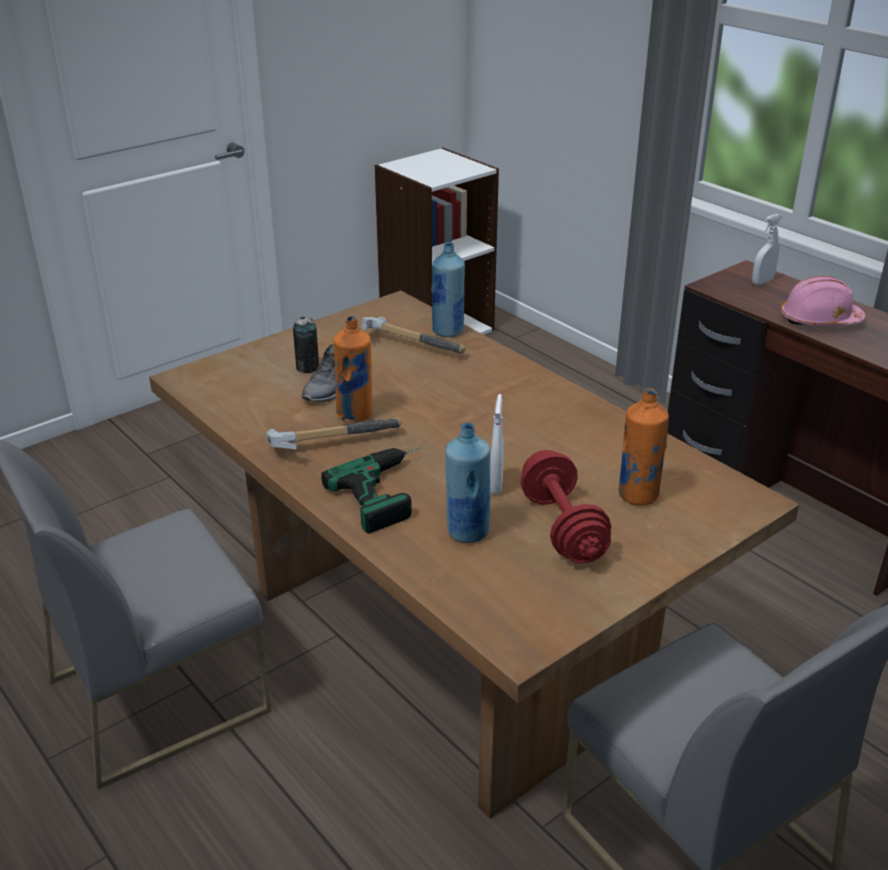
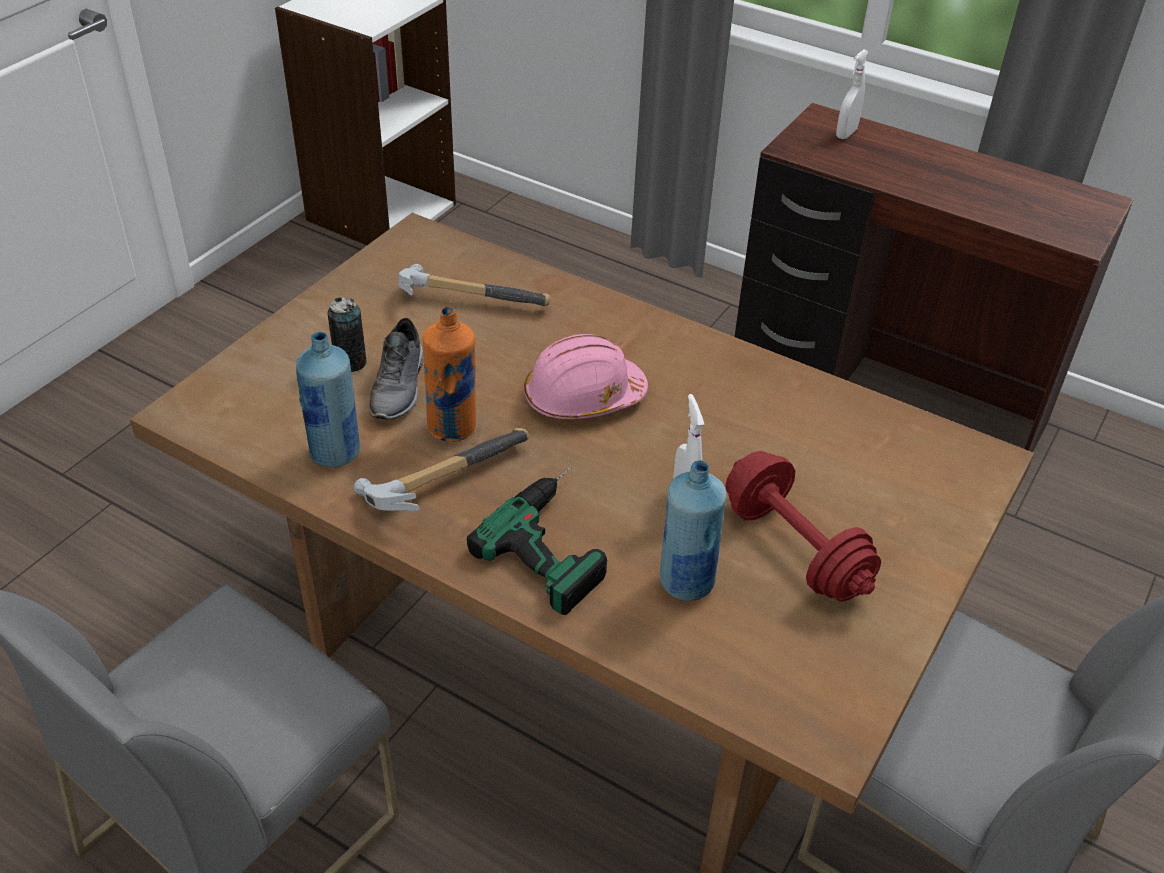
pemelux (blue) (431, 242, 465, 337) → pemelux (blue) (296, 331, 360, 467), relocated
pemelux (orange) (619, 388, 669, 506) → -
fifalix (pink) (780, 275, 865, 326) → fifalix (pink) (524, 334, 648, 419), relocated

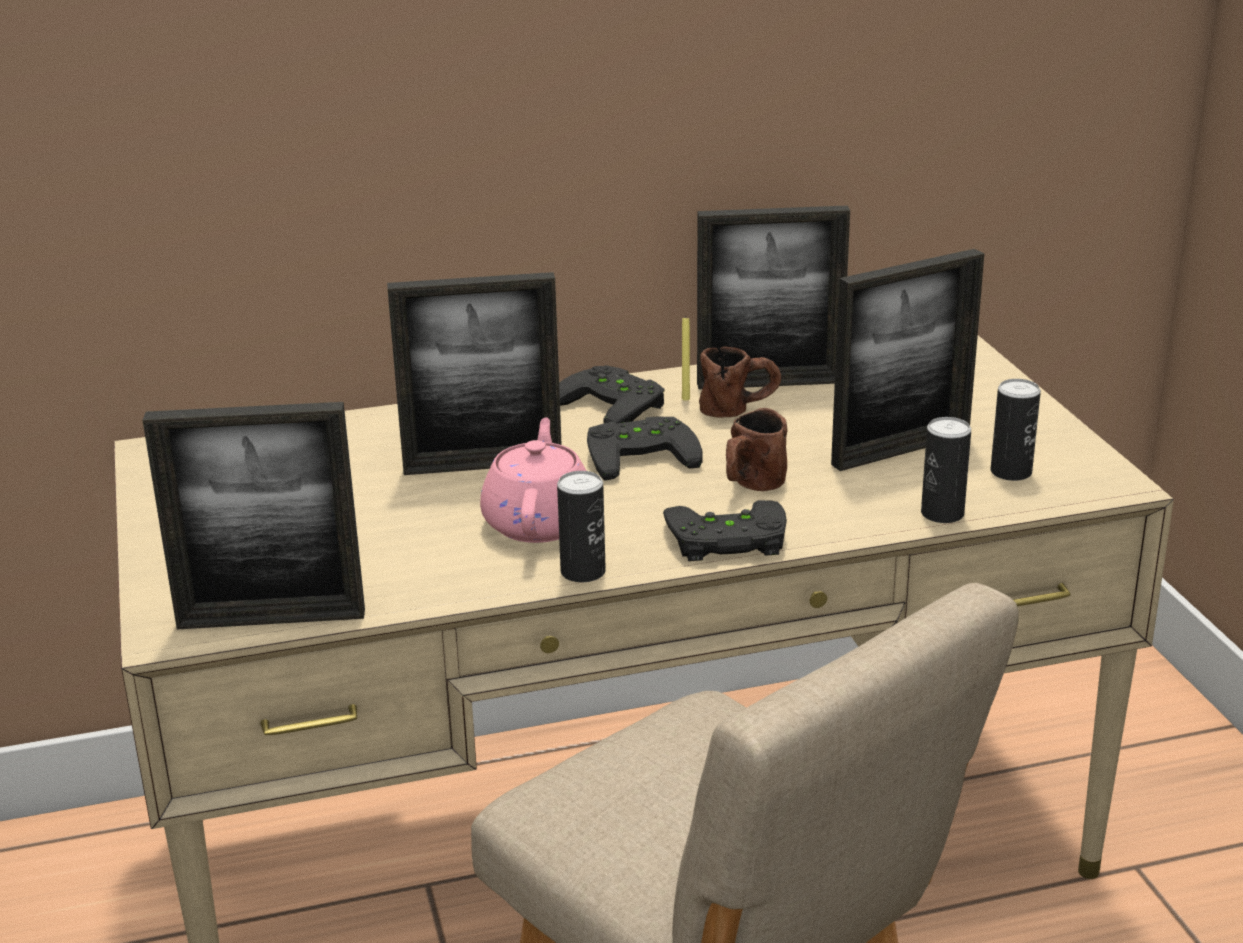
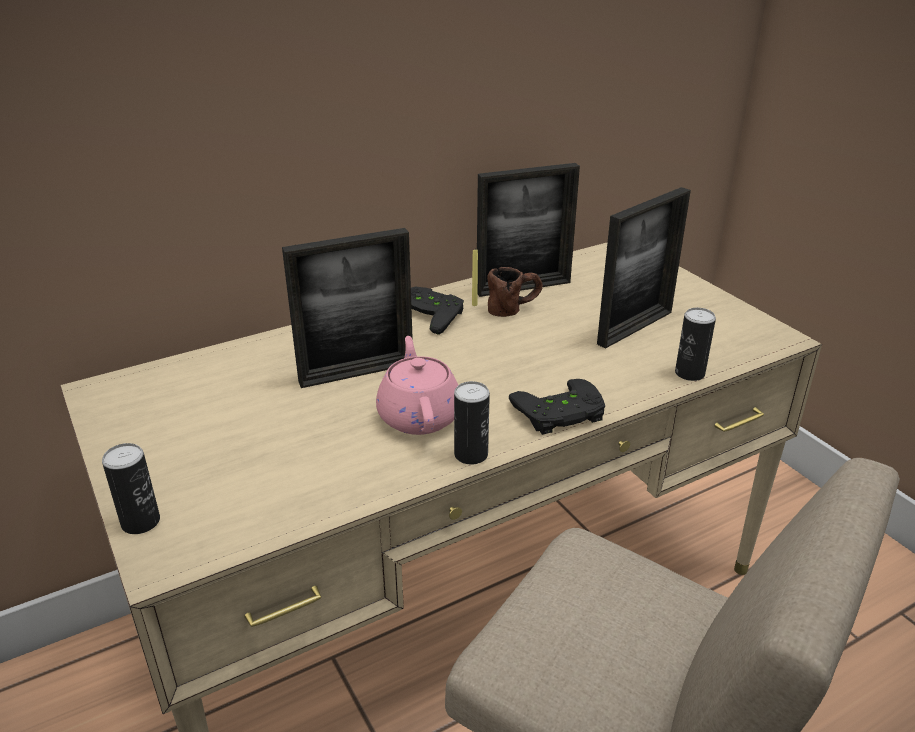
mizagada (143, 402, 365, 629) → -
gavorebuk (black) (587, 417, 702, 481) → -
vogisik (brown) (726, 408, 788, 491) → -
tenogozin (991, 379, 1041, 481) → tenogozin (102, 443, 160, 534), relocated

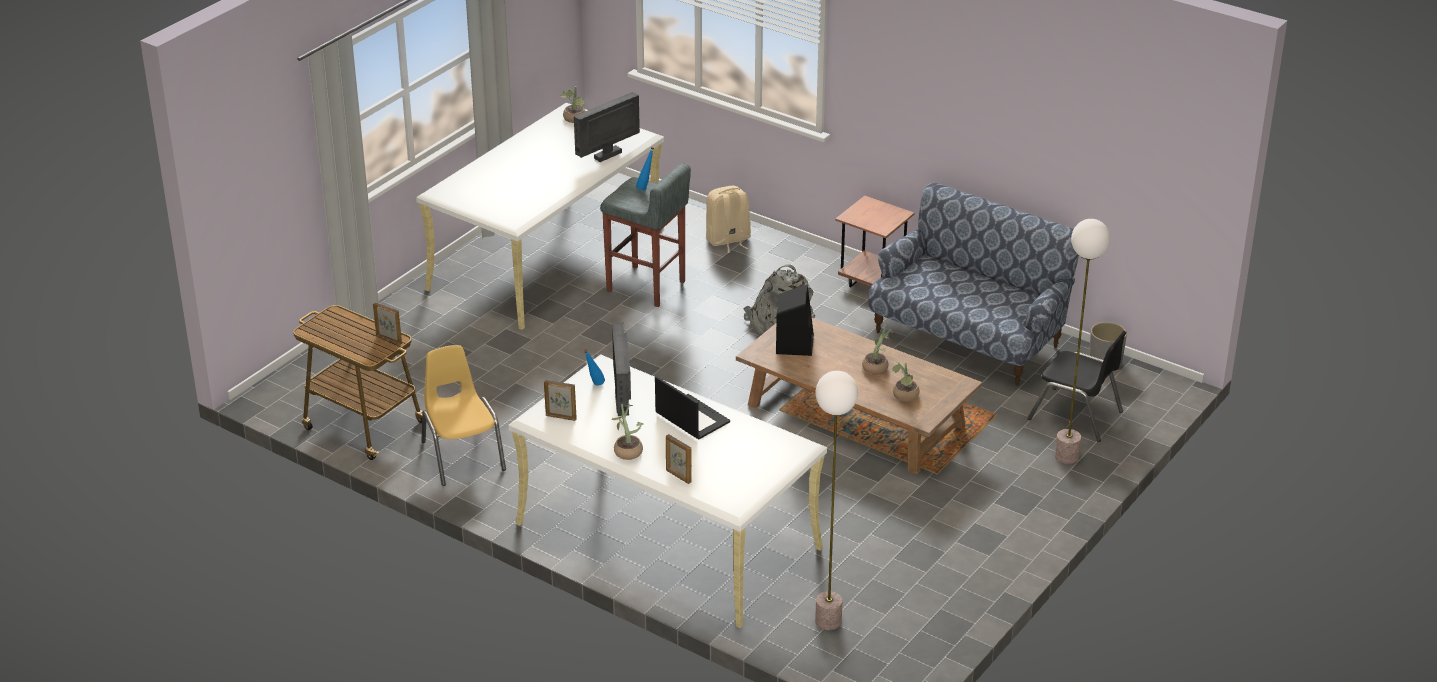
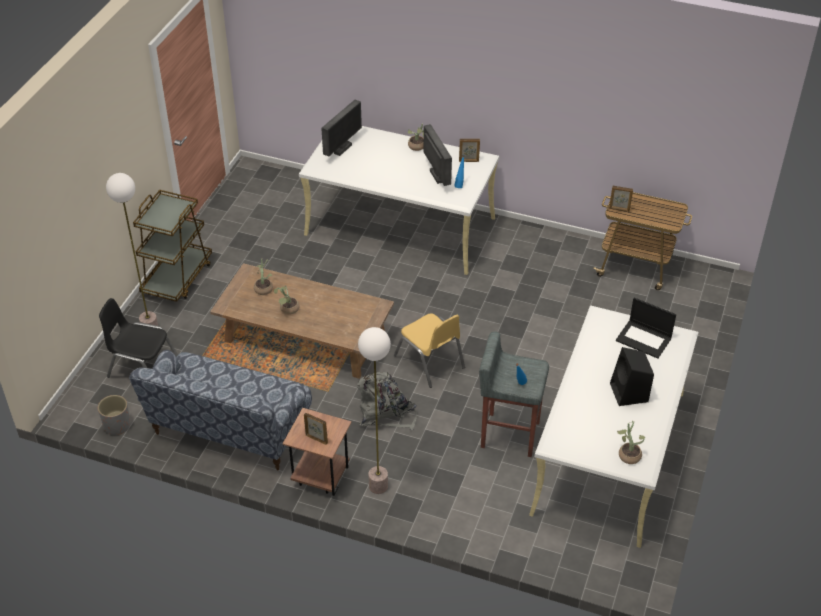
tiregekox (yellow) (421, 345, 506, 486) → tiregekox (yellow) (394, 313, 465, 388), relocated
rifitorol (574, 92, 640, 162) → rifitorol (321, 100, 362, 157), relocated
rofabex (655, 376, 730, 439) → rofabex (616, 298, 676, 358), relocated
mizagada (666, 434, 692, 484) → mizagada (304, 413, 328, 445), relocated
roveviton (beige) (706, 186, 751, 253) → -
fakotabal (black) (776, 284, 814, 356) → fakotabal (black) (610, 347, 654, 406), relocated
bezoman (815, 371, 858, 630) → bezoman (358, 327, 391, 494), relocated
- → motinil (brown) (133, 190, 212, 302)

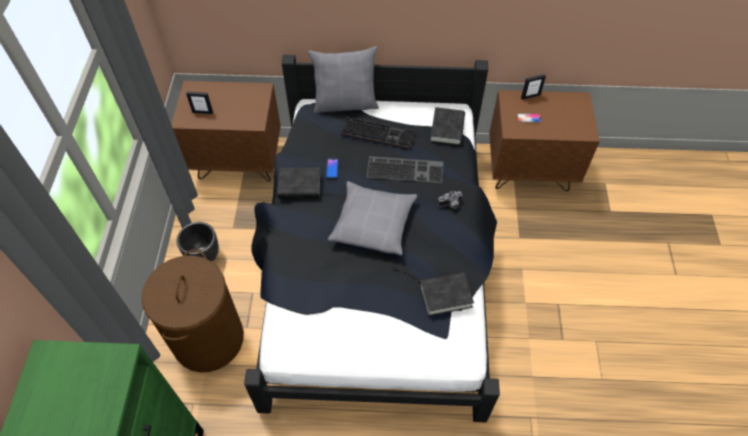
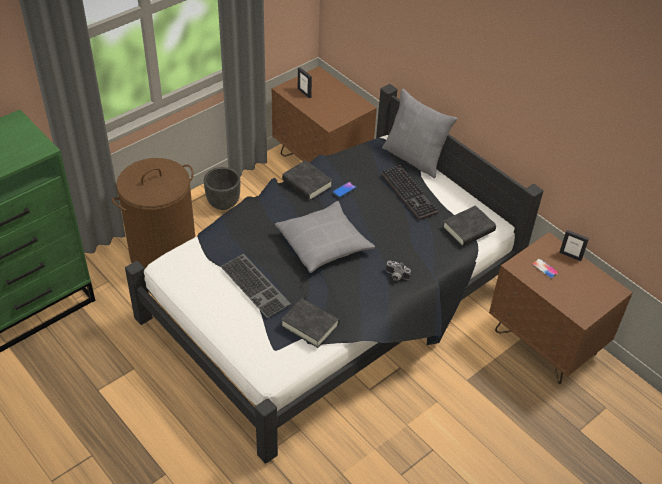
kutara (367, 156, 444, 183) → kutara (220, 254, 291, 318), relocated

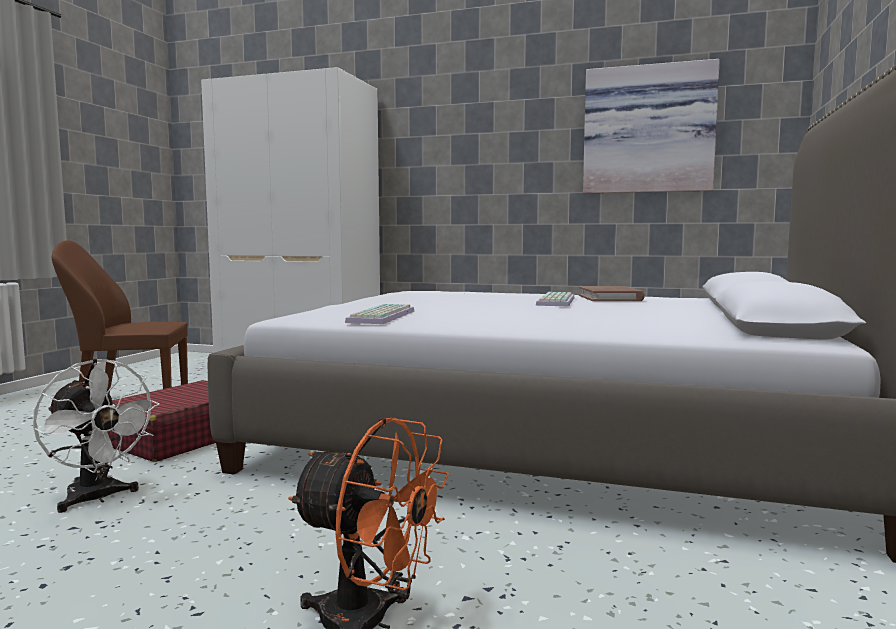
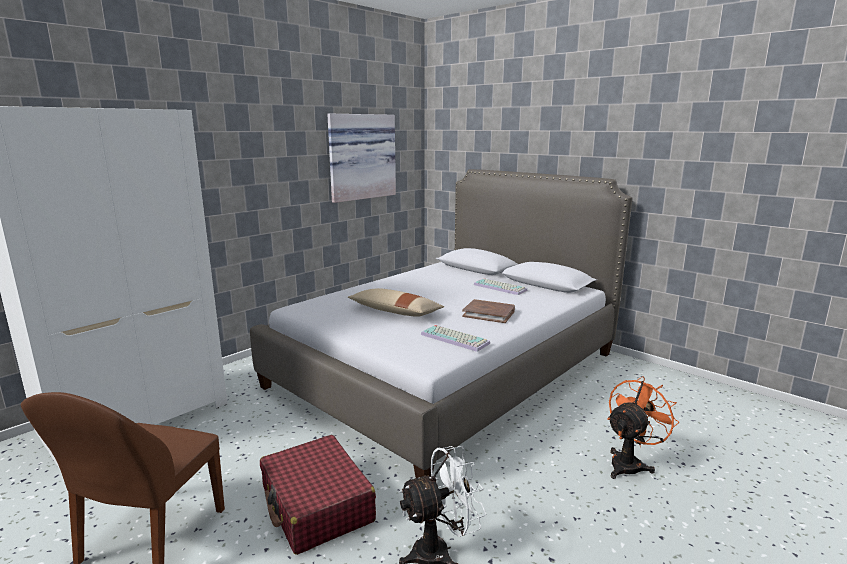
kutara (536, 292, 575, 306) → kutara (474, 278, 527, 295), relocated
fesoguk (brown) (579, 286, 645, 301) → fesoguk (brown) (462, 299, 515, 323), relocated
- → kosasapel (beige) (348, 288, 444, 317)

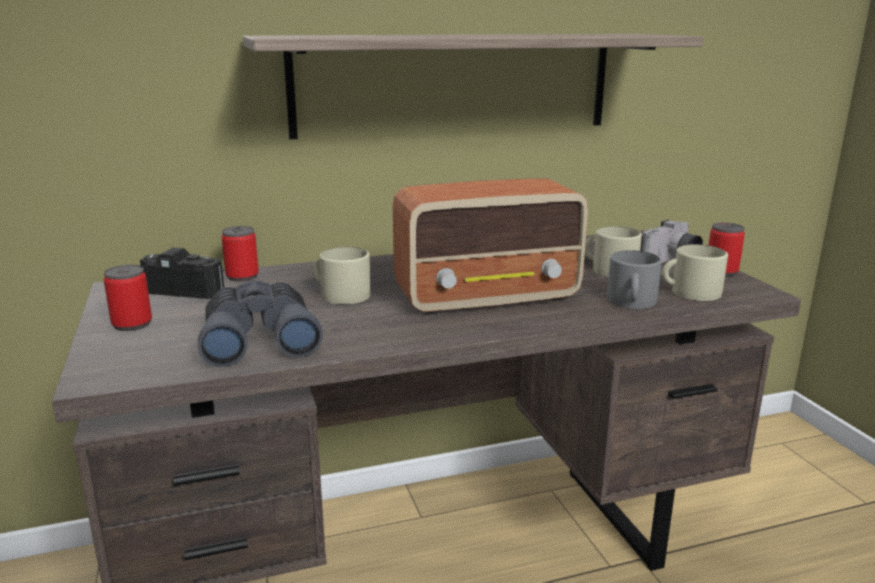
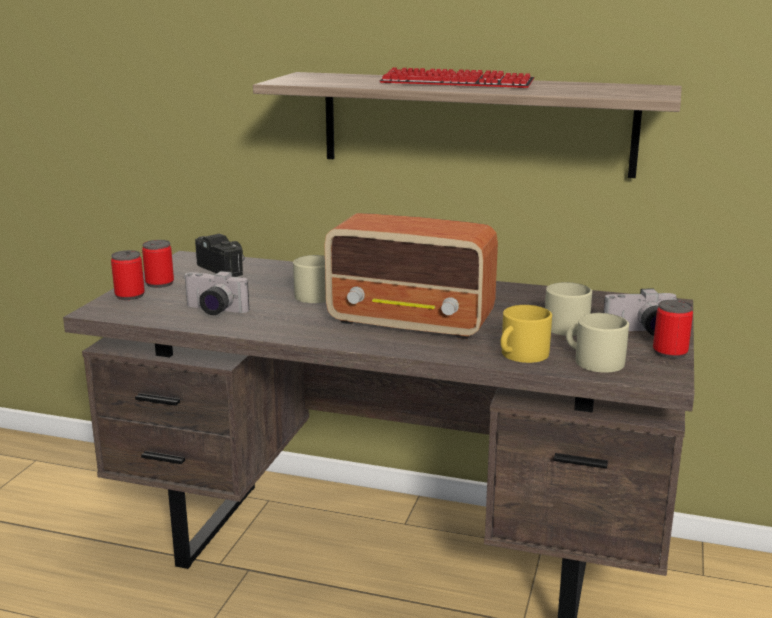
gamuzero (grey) (198, 281, 323, 367) → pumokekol (183, 271, 249, 315)
tenogozin (222, 226, 259, 281) → tenogozin (111, 250, 145, 300), relocated
vogisik (grey) (607, 250, 662, 309) → vogisik (yellow) (500, 305, 552, 363)
- → kutara (379, 67, 534, 88)

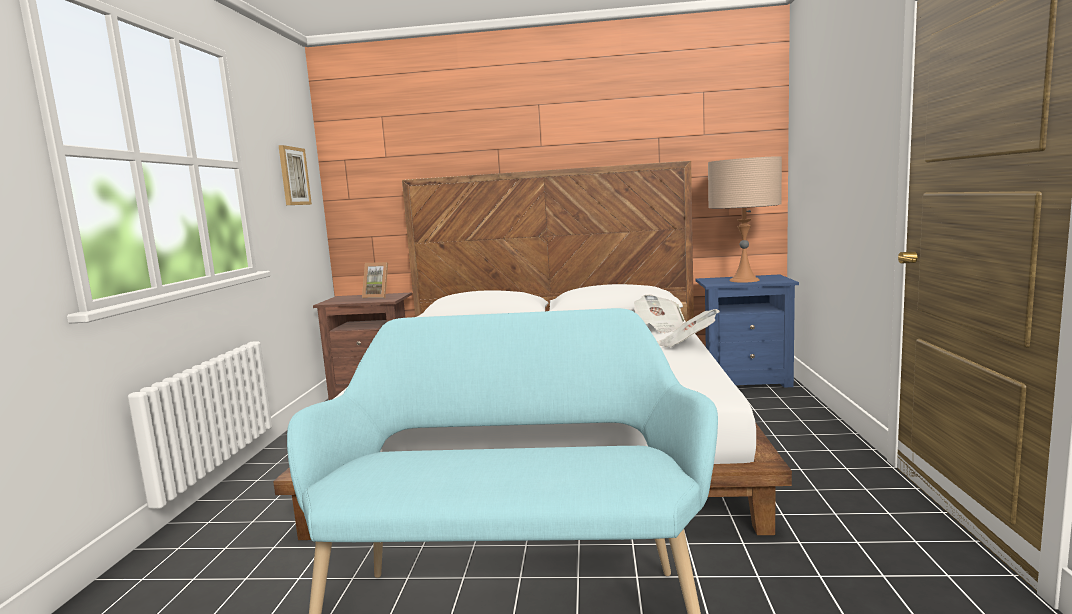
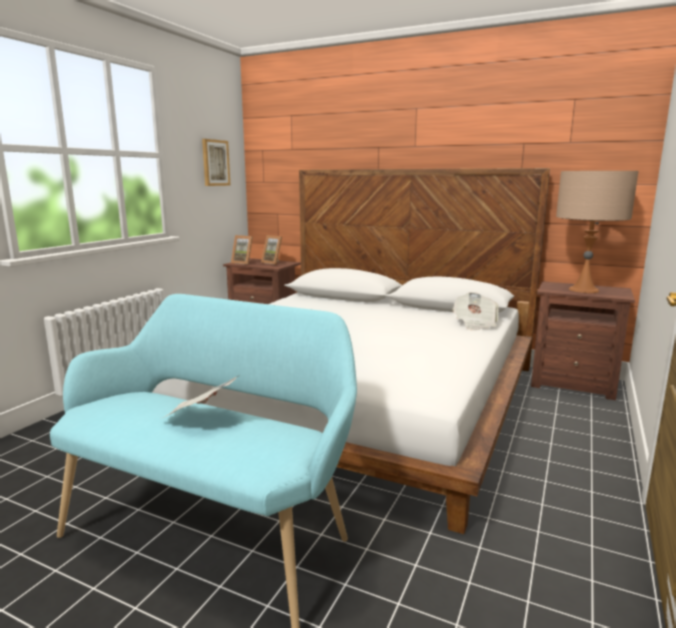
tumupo (658, 309, 720, 347) → tumupo (163, 375, 240, 418), relocated
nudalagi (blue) (695, 274, 799, 388) → nudalagi (brown) (531, 281, 635, 400)
- → mizagada (231, 235, 253, 265)

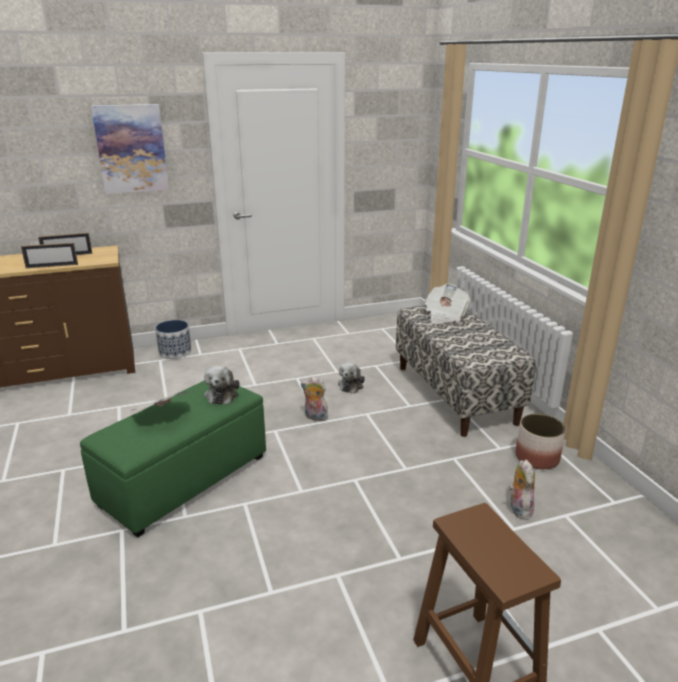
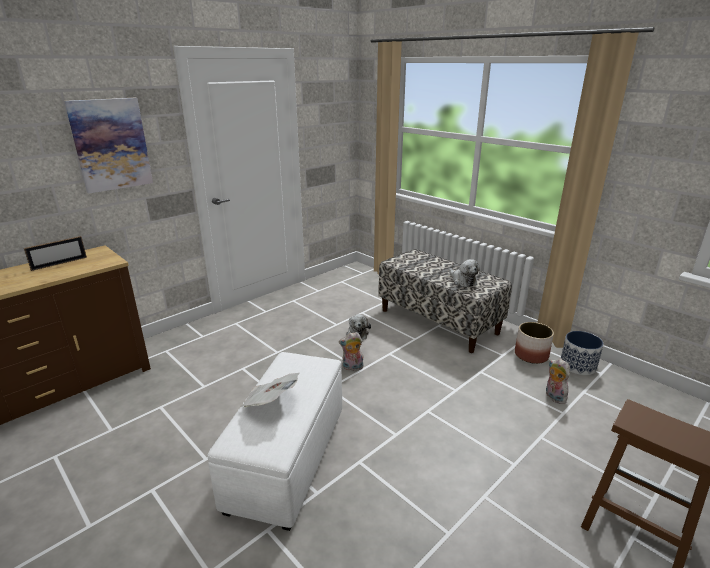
mizagada (21, 243, 78, 268) → -
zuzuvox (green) (80, 380, 266, 538) → zuzuvox (white) (208, 352, 342, 531)
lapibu (155, 320, 191, 359) → lapibu (561, 331, 604, 375), relocated
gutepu (204, 366, 239, 405) → gutepu (449, 259, 480, 287), relocated
tumupo (425, 284, 470, 324) → -

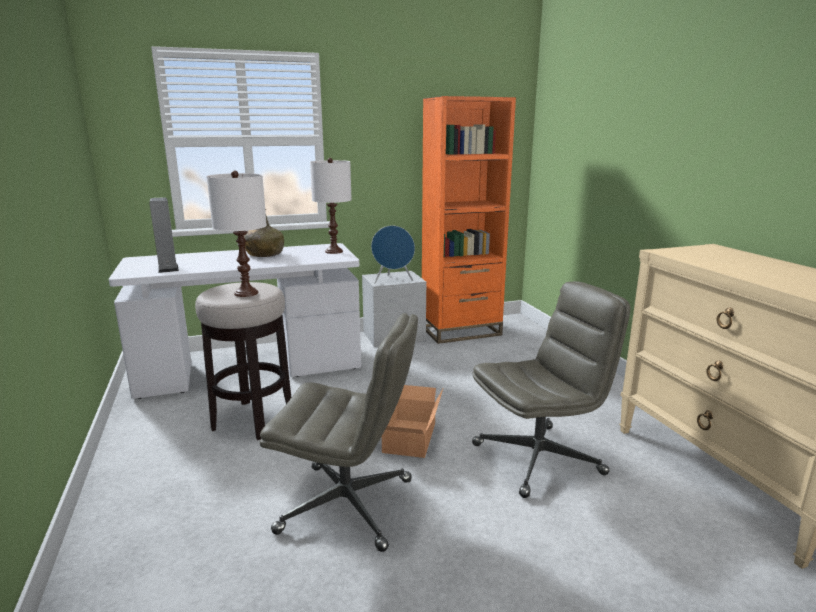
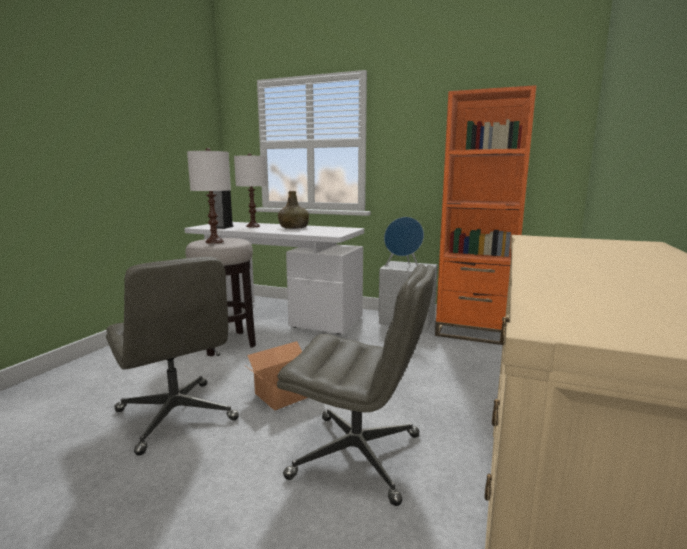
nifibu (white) (310, 158, 352, 254) → nifibu (white) (234, 153, 267, 227), relocated

